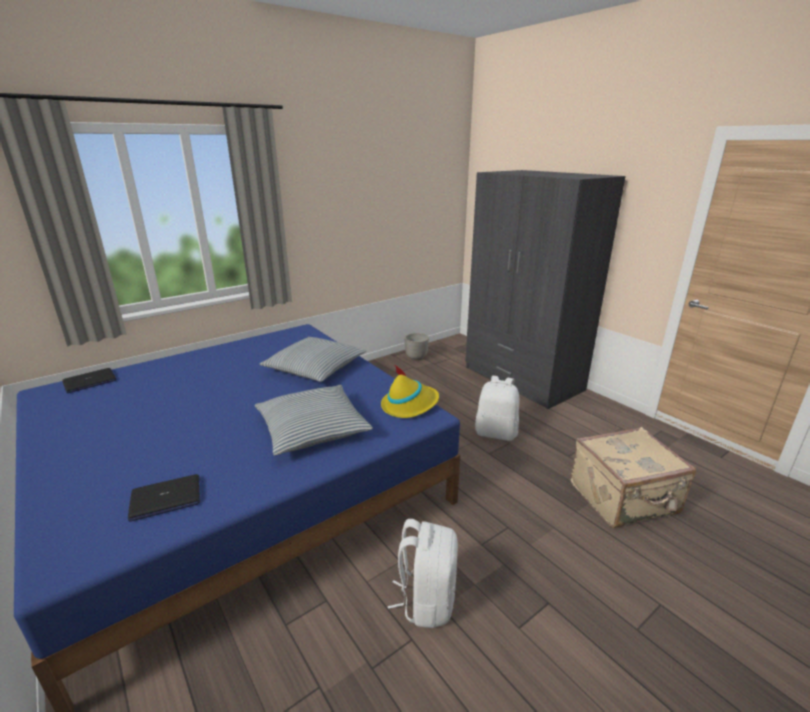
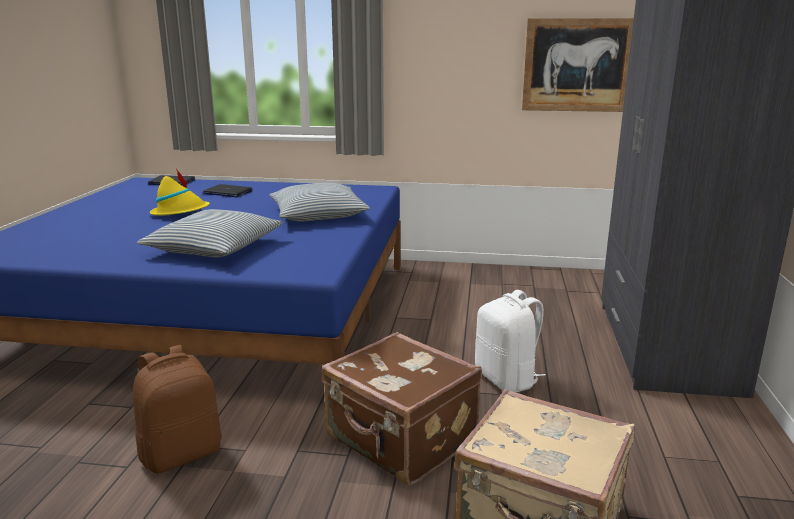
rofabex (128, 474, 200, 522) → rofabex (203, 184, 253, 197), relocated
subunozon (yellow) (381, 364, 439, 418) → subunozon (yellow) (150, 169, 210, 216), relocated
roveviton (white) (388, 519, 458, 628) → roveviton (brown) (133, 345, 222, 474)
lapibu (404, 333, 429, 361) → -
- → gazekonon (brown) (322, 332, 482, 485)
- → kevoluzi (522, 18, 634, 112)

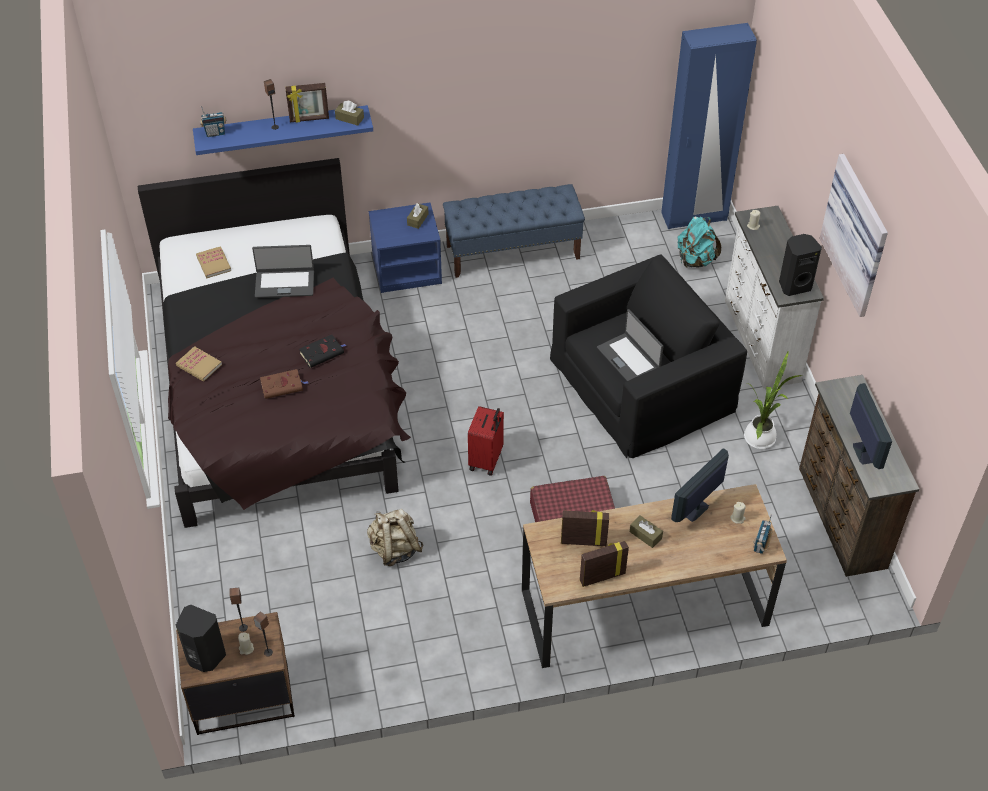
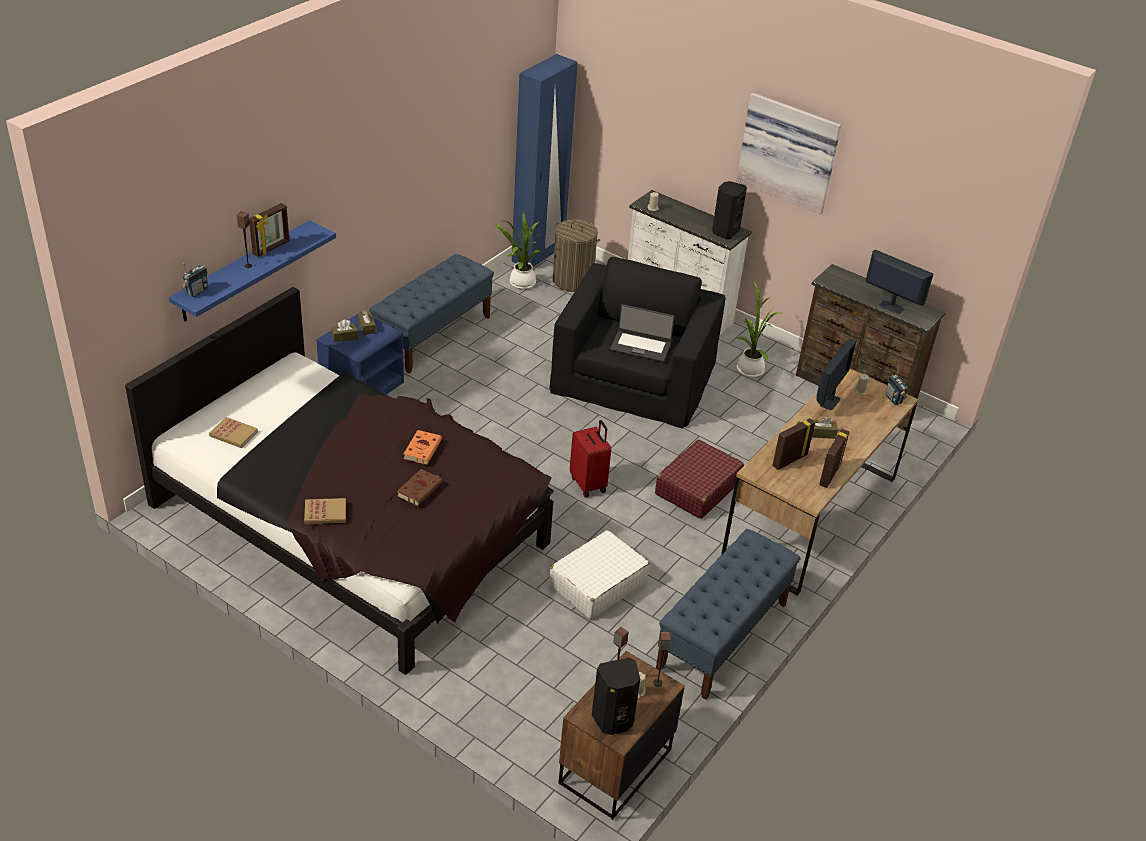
rofabex (252, 245, 314, 298) → -
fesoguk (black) (299, 335, 347, 368) → fesoguk (orange) (403, 430, 442, 465)
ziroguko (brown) (335, 101, 364, 126) → ziroguko (brown) (331, 320, 358, 343), relocated
roveviton (beige) (367, 508, 423, 566) → gazekonon (white) (549, 530, 650, 619)
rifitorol (671, 448, 729, 522) → rifitorol (817, 339, 856, 410), 150 degrees counterclockwise
roveviton (turquoise) (677, 216, 721, 268) → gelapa (553, 219, 600, 292)
- → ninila (495, 212, 542, 289)
- → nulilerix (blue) (656, 529, 801, 700)

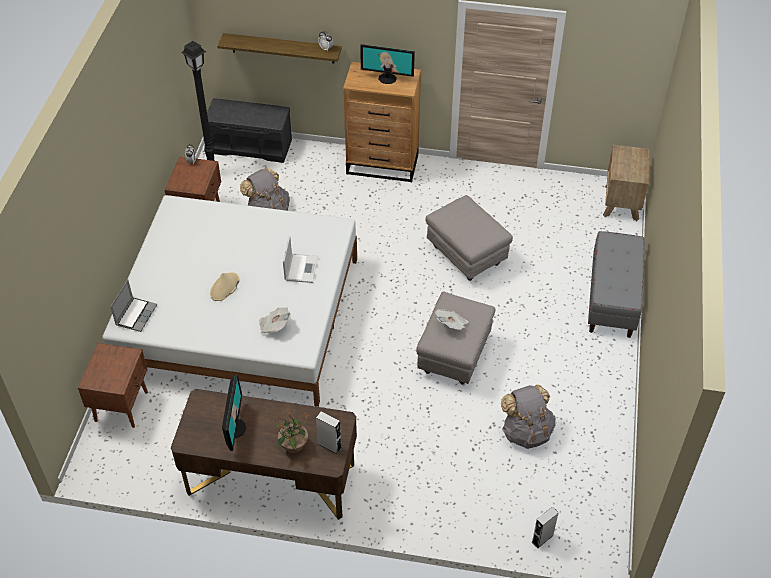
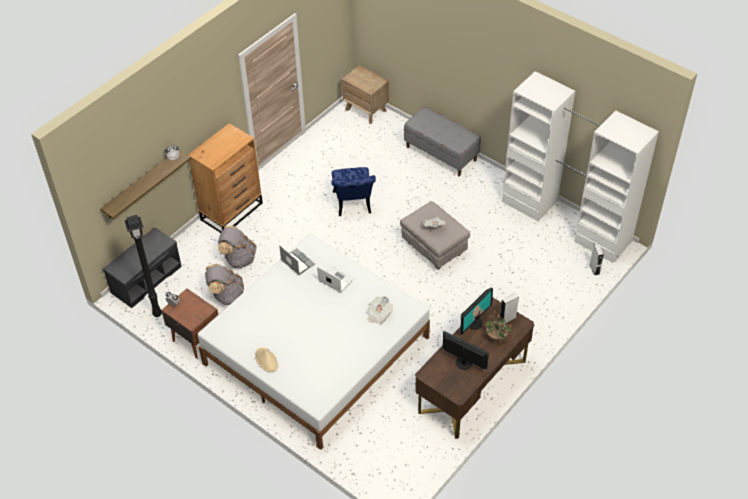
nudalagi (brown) (78, 343, 148, 428) → -
rofabex (110, 280, 157, 332) → rofabex (279, 245, 315, 275), relocated
subunozon (beige) (210, 272, 239, 301) → subunozon (beige) (255, 347, 278, 372), relocated
rifitorol (360, 44, 415, 84) → rifitorol (461, 287, 493, 334), relocated
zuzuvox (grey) (425, 195, 513, 281) → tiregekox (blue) (331, 167, 376, 217)
roveviton (grey) (501, 385, 556, 449) → roveviton (grey) (218, 225, 257, 268), relocated
- → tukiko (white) (502, 71, 659, 263)

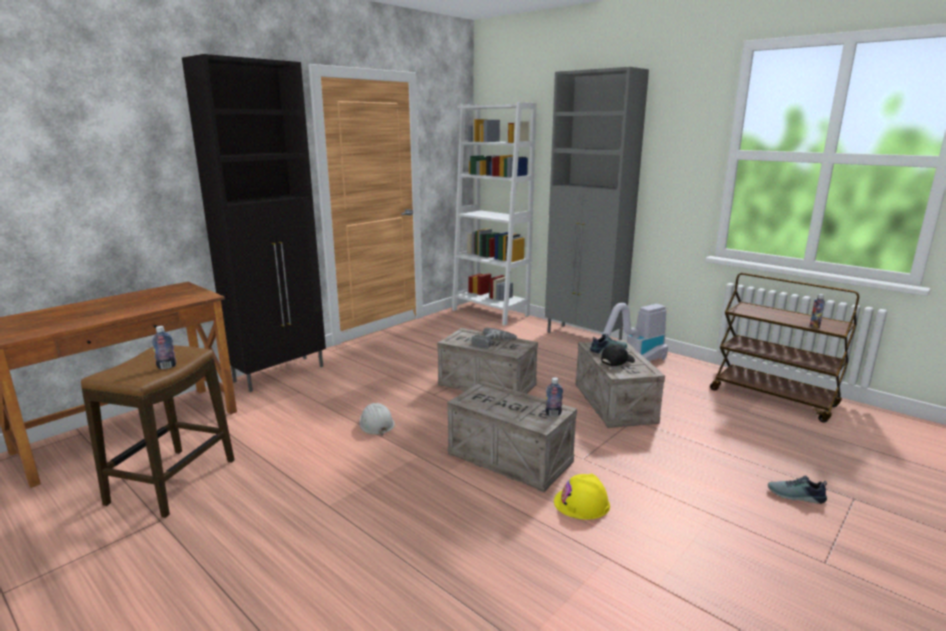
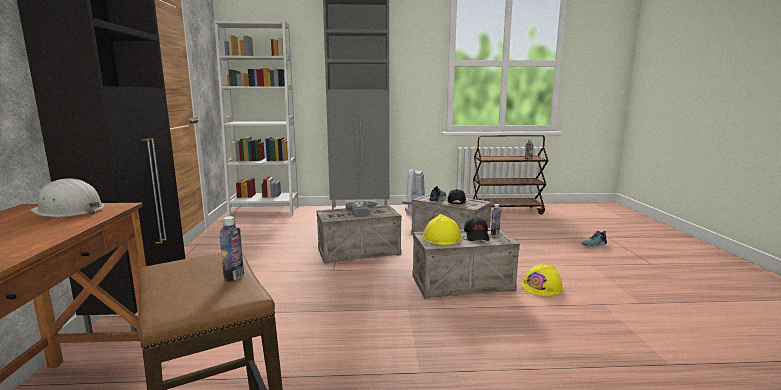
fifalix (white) (359, 403, 395, 436) → fifalix (white) (30, 178, 105, 217), relocated
- → fifalix (yellow) (422, 214, 462, 245)
- → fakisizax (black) (464, 217, 490, 241)

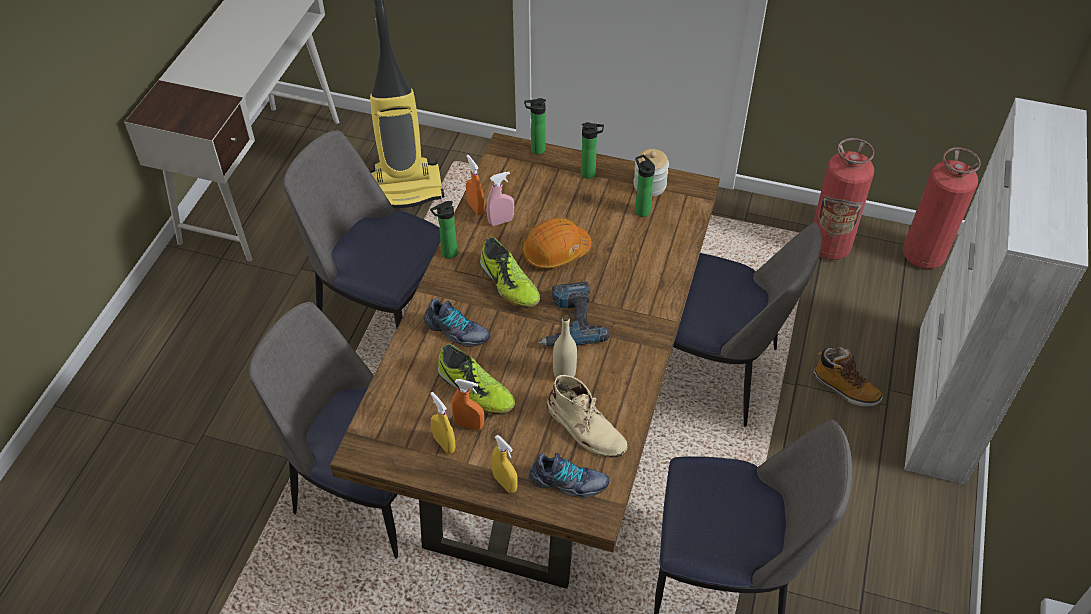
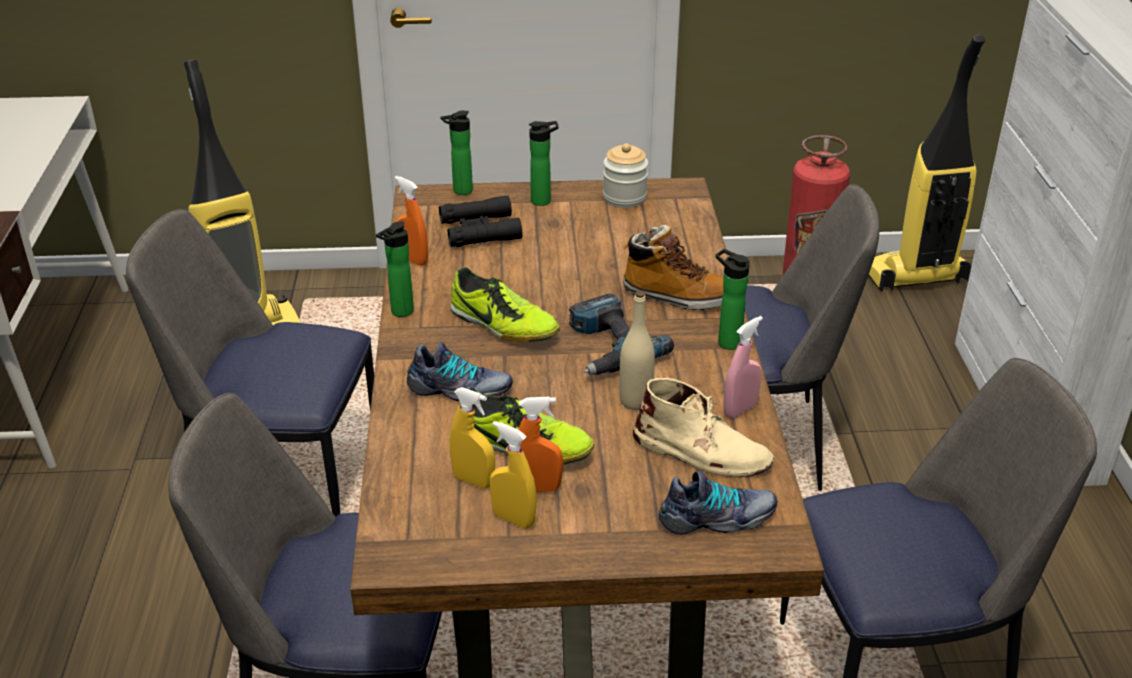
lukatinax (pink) (486, 172, 514, 226) → lukatinax (pink) (723, 316, 763, 418), relocated
lukatinax (yellow) (492, 435, 518, 493) → lukatinax (yellow) (450, 387, 495, 488), relocated
fifalix (orange) (522, 217, 592, 269) → -
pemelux (635, 155, 655, 217) → pemelux (715, 249, 749, 350), relocated
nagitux (814, 347, 883, 407) → nagitux (623, 225, 724, 310), relocated
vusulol (903, 148, 981, 269) → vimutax (868, 35, 985, 292)
- → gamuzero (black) (439, 195, 522, 247)

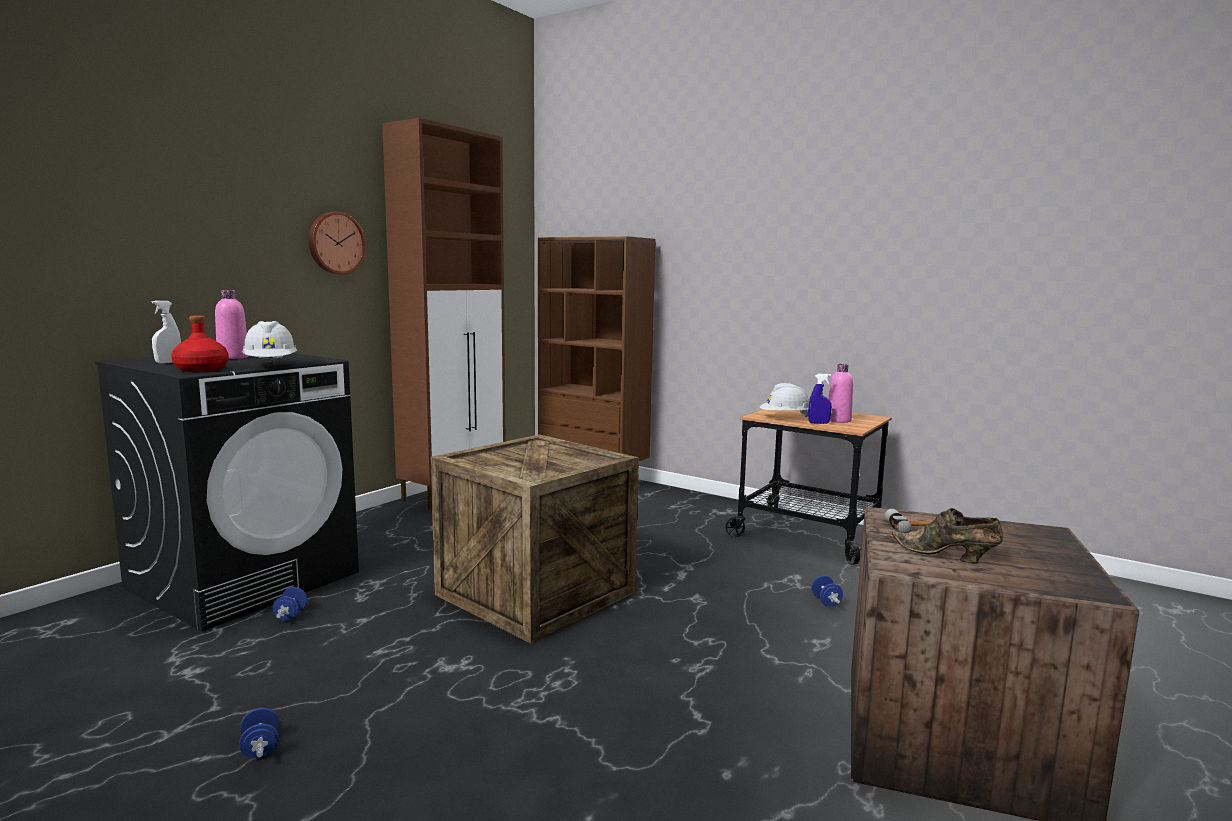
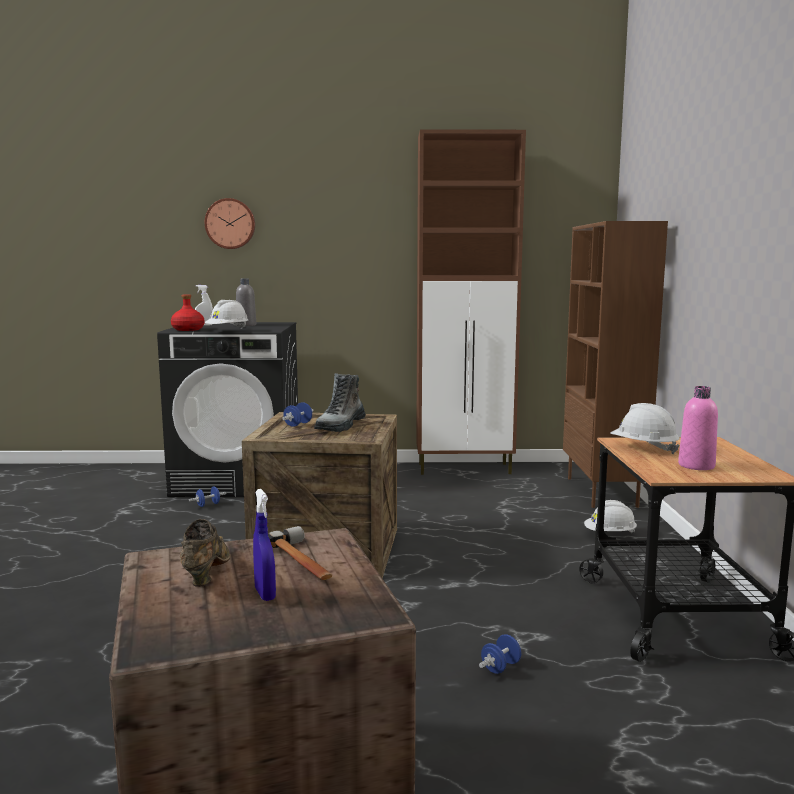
pemelux (pink) (215, 290, 249, 359) → pemelux (grey) (236, 279, 256, 326)
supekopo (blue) (239, 708, 279, 758) → supekopo (blue) (282, 402, 313, 427), relocated
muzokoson (308, 212, 366, 274) → muzokoson (205, 198, 255, 249), relocated
lukatinax (blue) (808, 374, 832, 424) → lukatinax (blue) (253, 489, 276, 601), relocated
- → nagitux (314, 373, 366, 432)
- → fifalix (white) (584, 500, 637, 533)

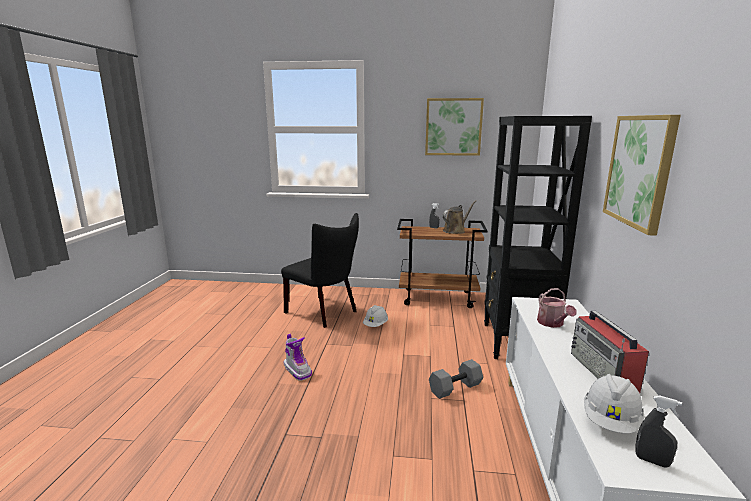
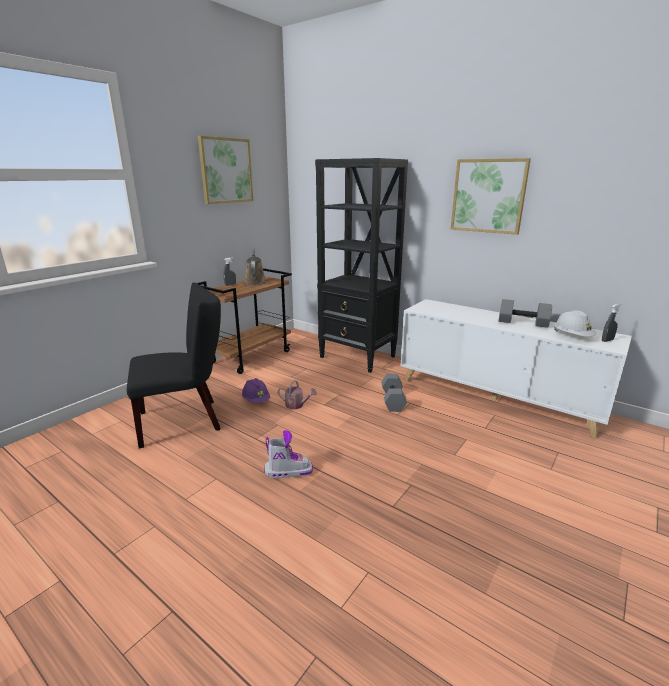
fifalix (white) (363, 305, 388, 327) → fifalix (purple) (242, 378, 270, 403)
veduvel (537, 288, 577, 328) → veduvel (278, 380, 317, 410), relocated
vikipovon (571, 311, 649, 393) → supekopo (grey) (499, 299, 552, 328)

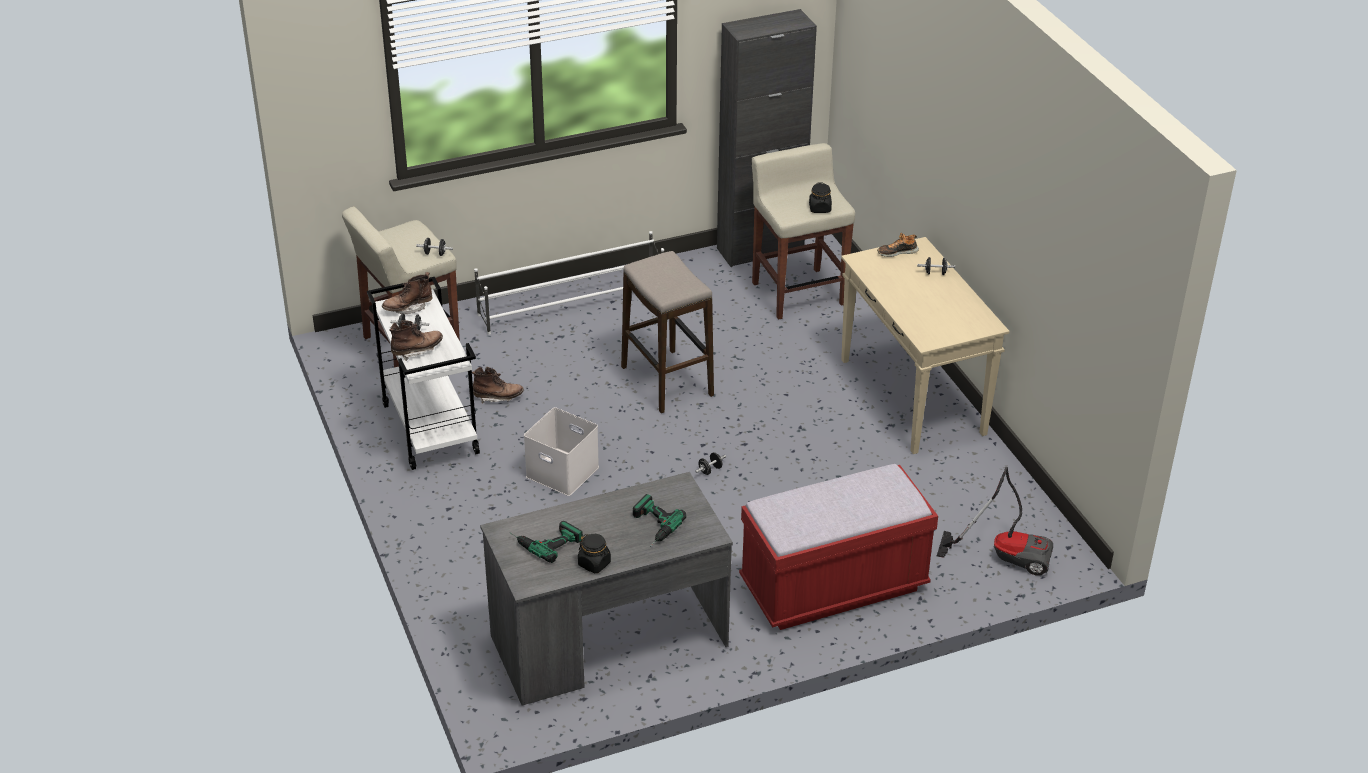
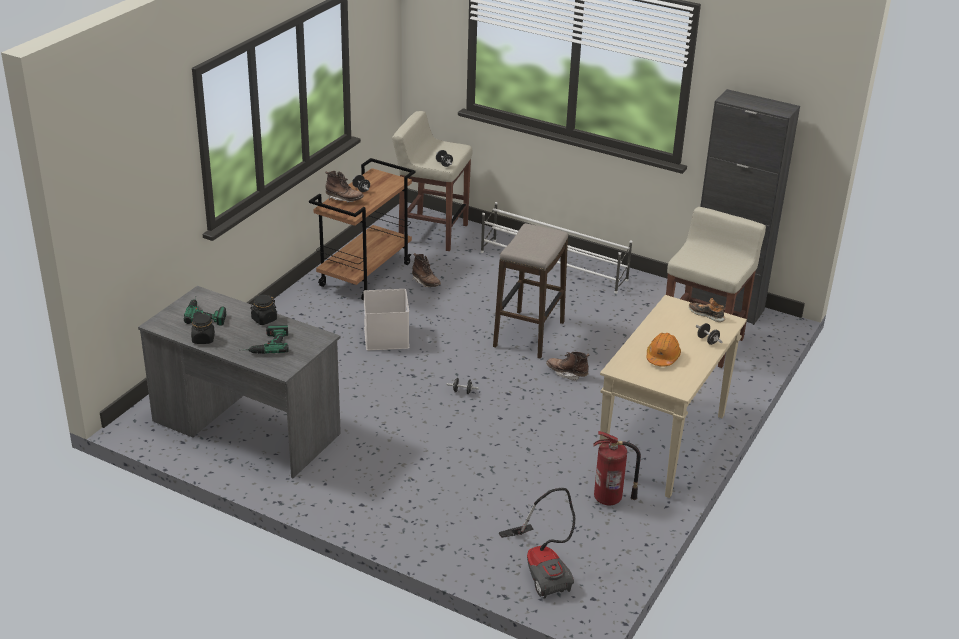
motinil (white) (367, 277, 480, 470) → motinil (brown) (309, 158, 415, 300)
nagitux (brown) (382, 272, 433, 314) → nagitux (brown) (546, 352, 590, 381), relocated
nulilerix (red) (739, 464, 938, 630) → -
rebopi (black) (809, 183, 832, 213) → rebopi (black) (250, 295, 277, 325), relocated
- → vusulol (594, 431, 641, 505)
- → fifalix (orange) (646, 333, 681, 366)

